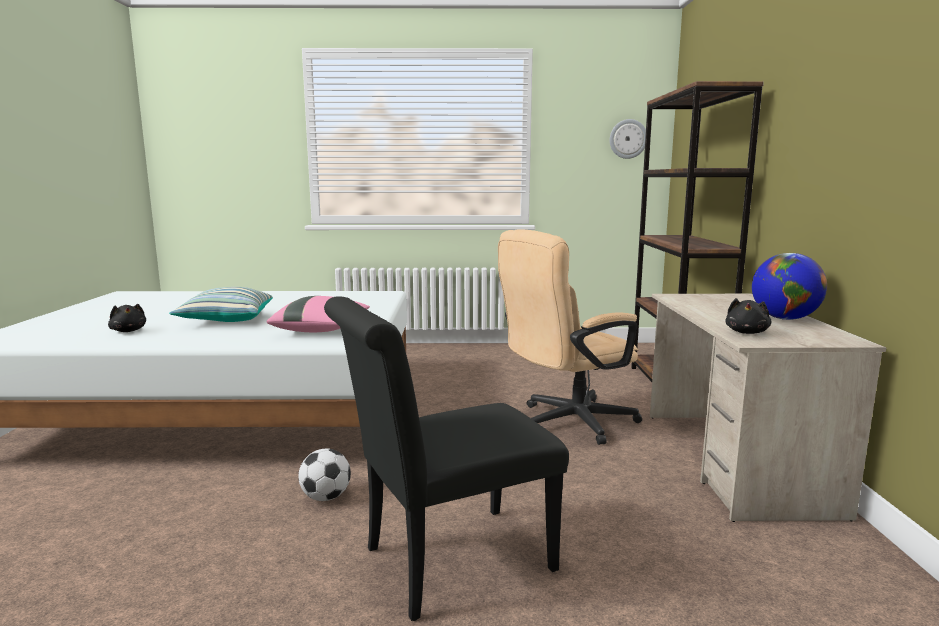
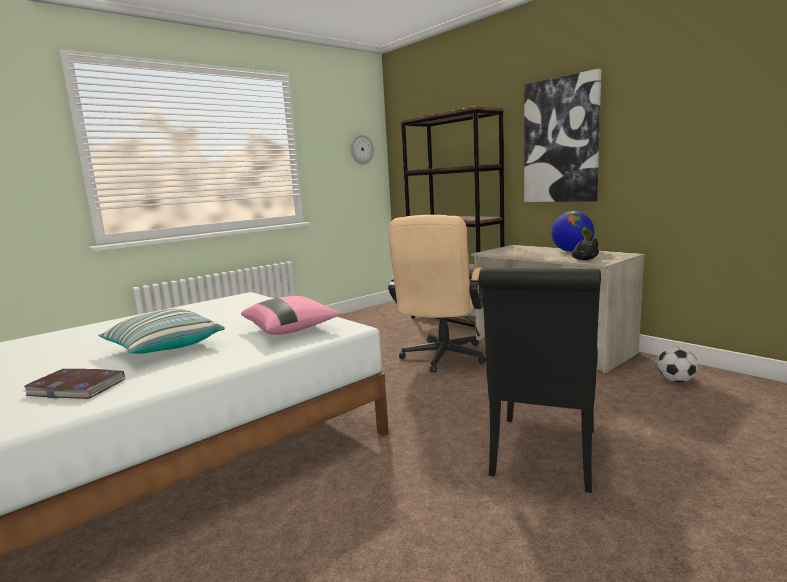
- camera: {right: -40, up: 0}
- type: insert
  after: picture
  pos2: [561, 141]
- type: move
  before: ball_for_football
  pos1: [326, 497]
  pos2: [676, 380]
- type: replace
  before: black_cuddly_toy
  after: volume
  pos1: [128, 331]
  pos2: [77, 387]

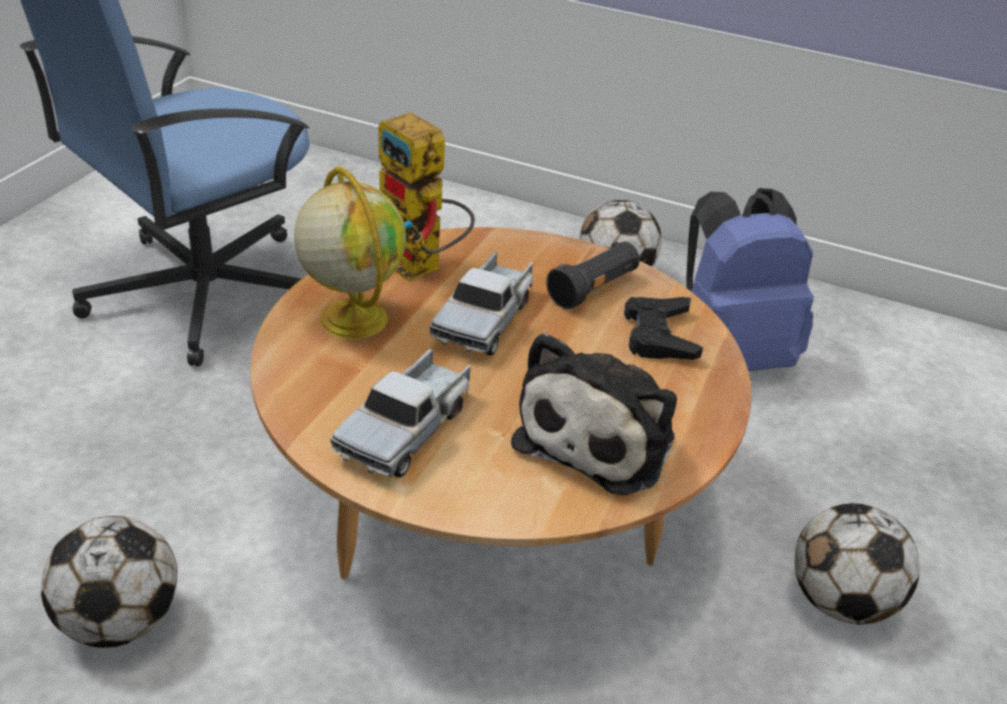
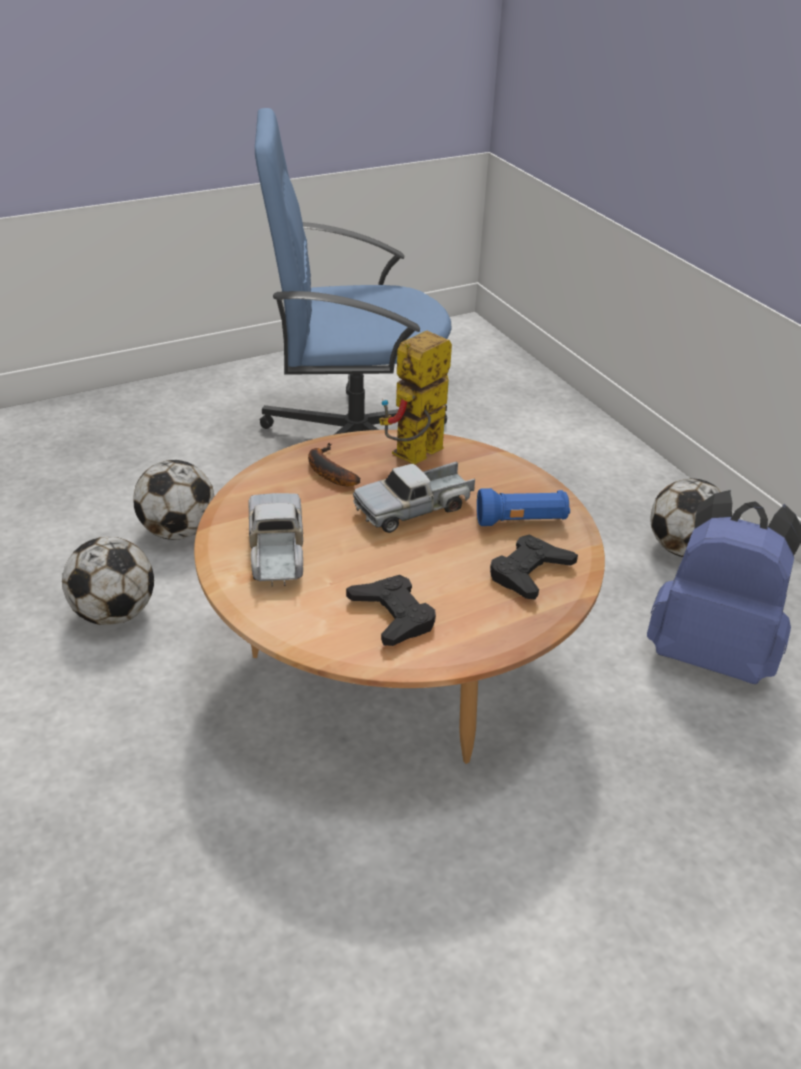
- camera: {right: 40, up: 0}
- type: move
  before: ball_for_football
  pos1: [840, 601]
  pos2: [178, 531]
- type: replace
  before: world_globe
  after: banana
  pos1: [352, 318]
  pos2: [327, 471]
- type: replace
  before: cuddly_toy
  after: black_game_controller
  pos1: [600, 437]
  pos2: [393, 616]
- type: recolor
  before: black_hand_torch
  after: blue-coloured_hand_torch
  pos1: [593, 289]
  pos2: [521, 521]
- type: rotate
  before: model_truck
  pos1: [407, 428]
  pos2: [276, 551]
  turn: 105
- type: rotate
  before: robot_figure
  pos1: [421, 267]
  pos2: [414, 457]
  turn: 45

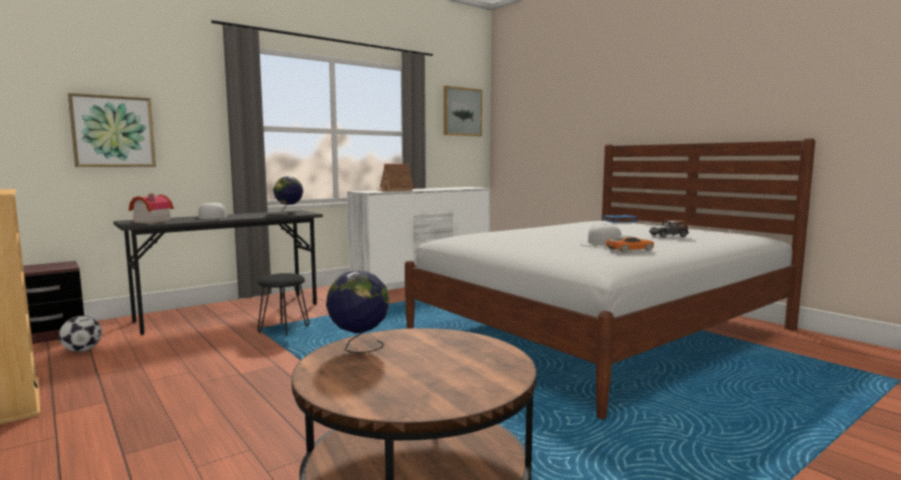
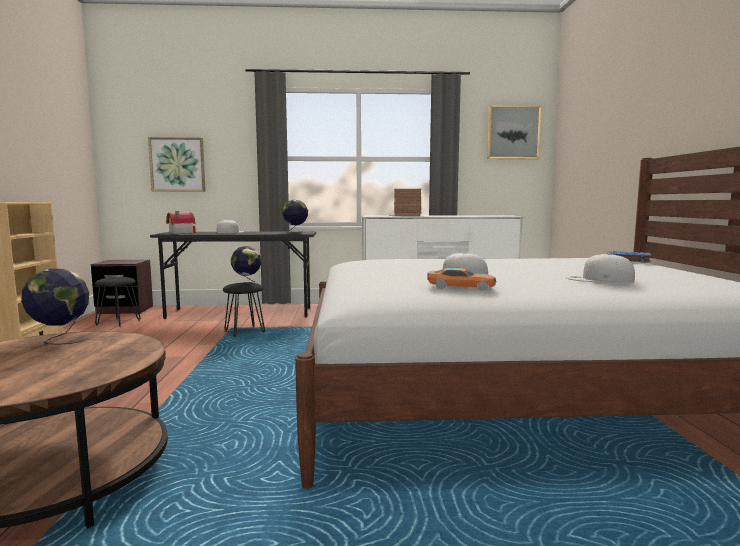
- camera: {right: 35, up: 0}
- type: insert
  after: world_globe
  pos2: [247, 283]
- type: replace
  before: ball_for_football
  after: black_sitting_stool
  pos1: [82, 350]
  pos2: [118, 322]
- type: replace
  before: model_car
  after: whitish_cap
  pos1: [668, 236]
  pos2: [598, 279]

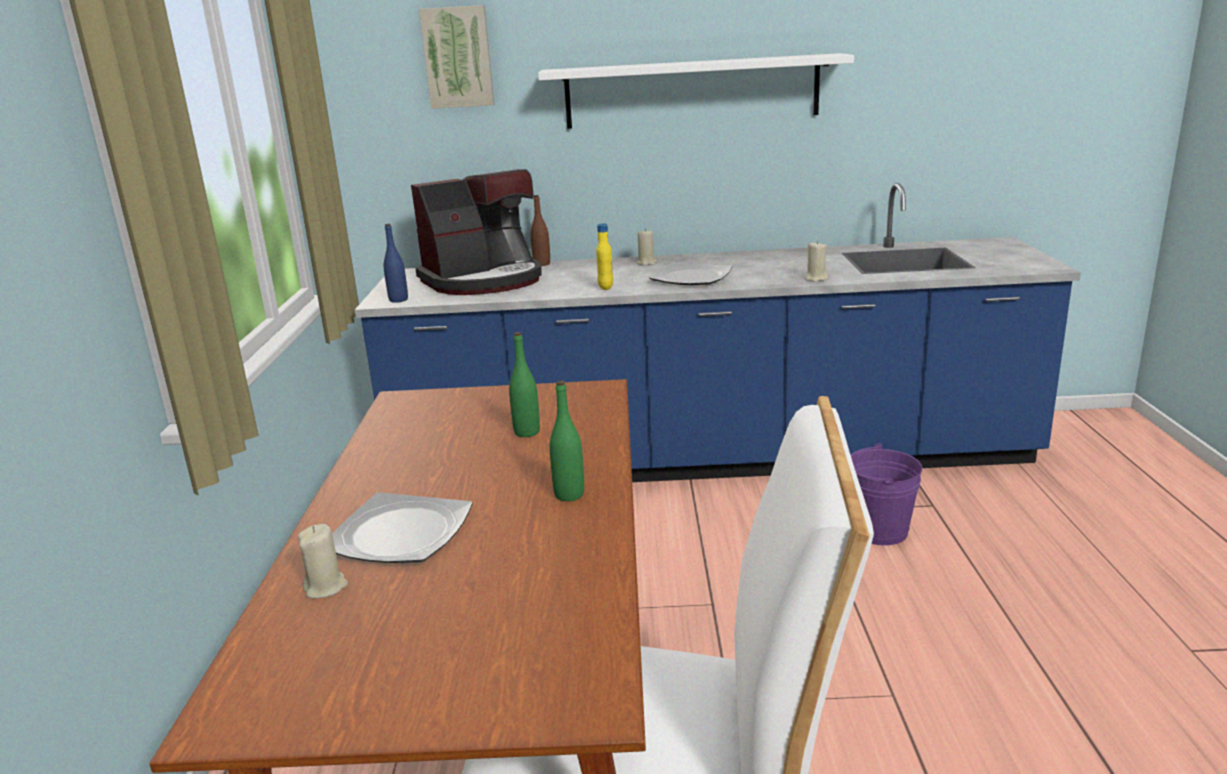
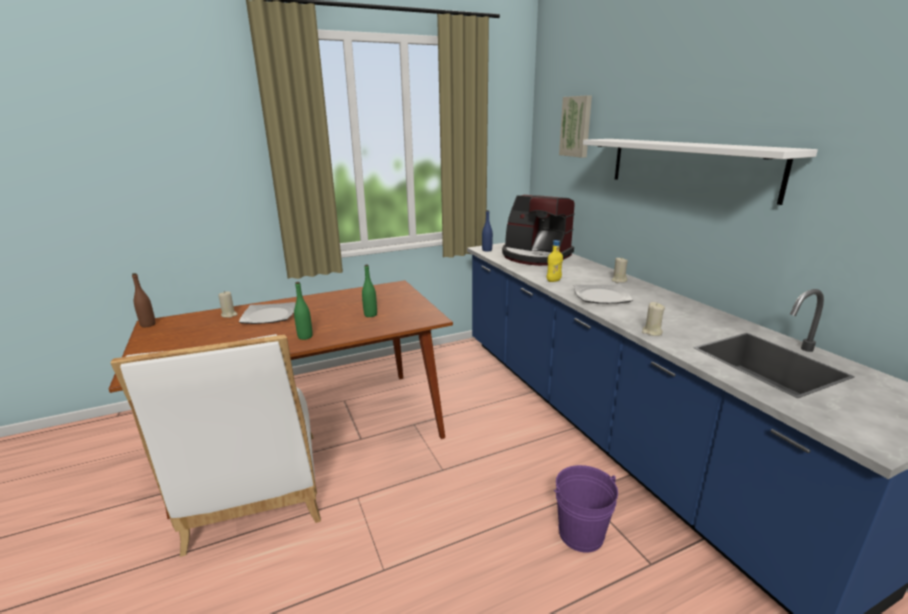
- camera: {right: 65, up: 0}
- type: move
  before: brownish_bottle
  pos1: [542, 264]
  pos2: [148, 325]

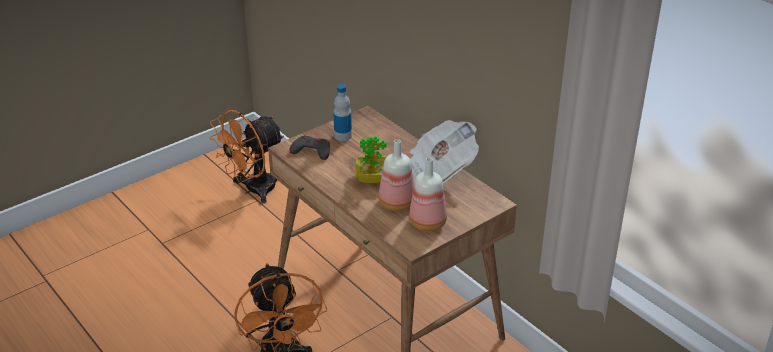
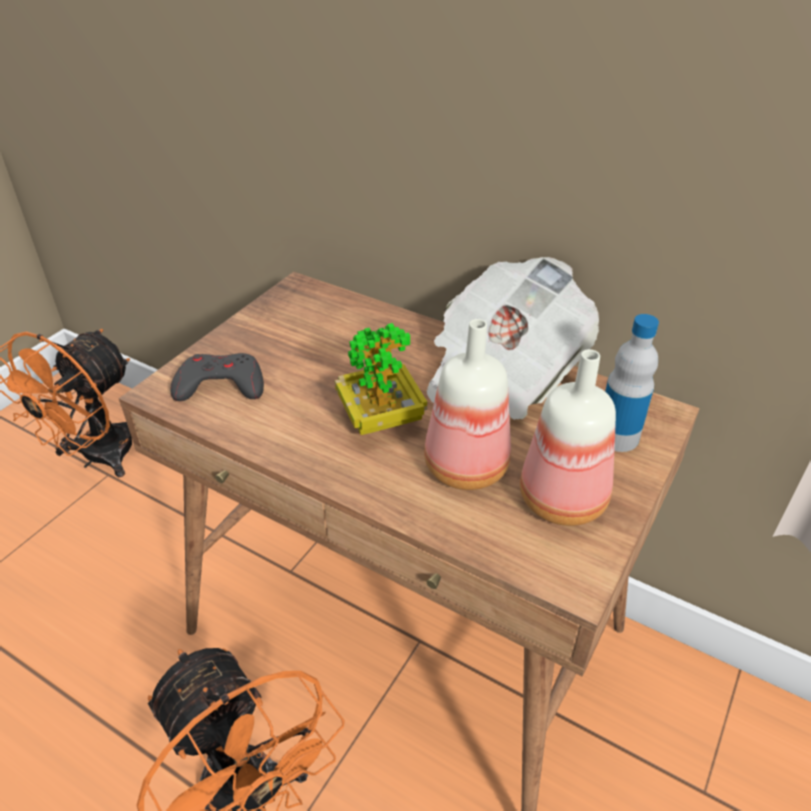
- camera: {right: -20, up: 5}
- type: move
  before: bottle
  pos1: [343, 136]
  pos2: [617, 437]

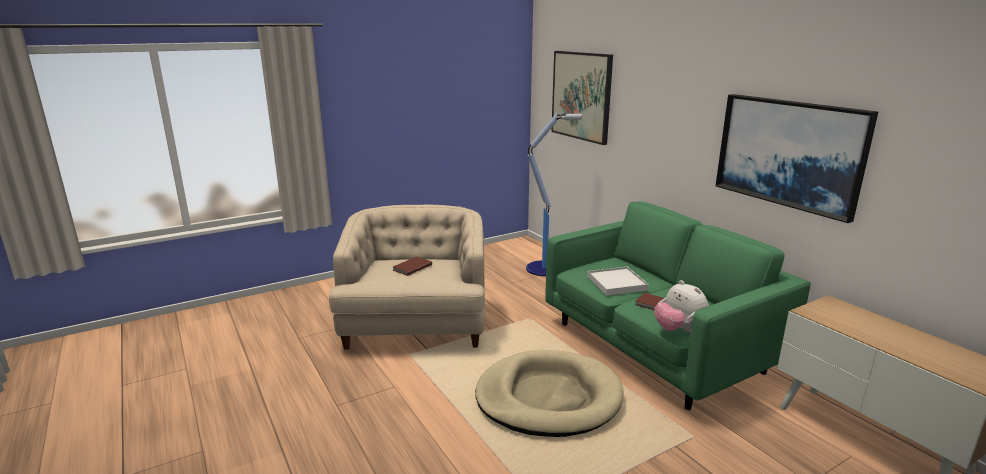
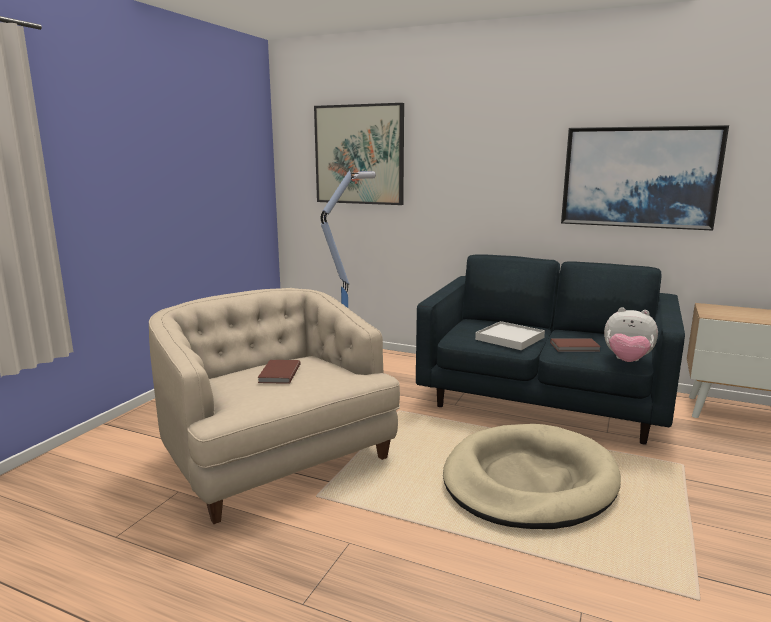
- camera: {right: -35, up: -5}
- type: recolor
  before: green-coloured_sofa
  after: blue-coloured_sofa
  pos1: [655, 346]
  pos2: [543, 400]

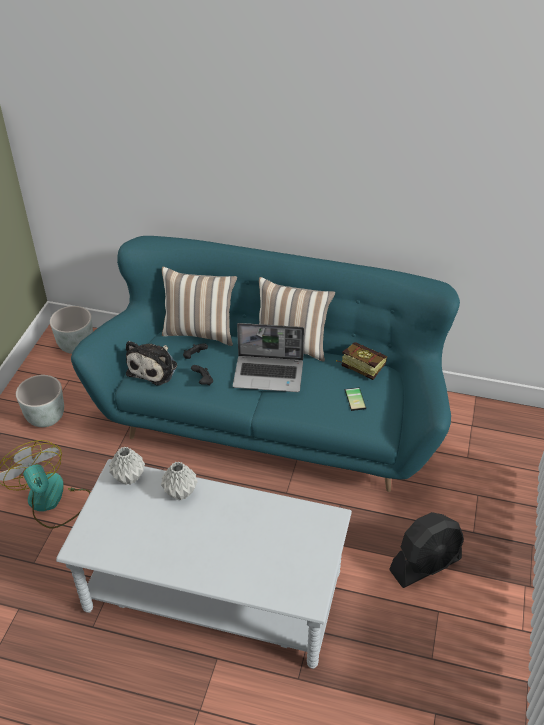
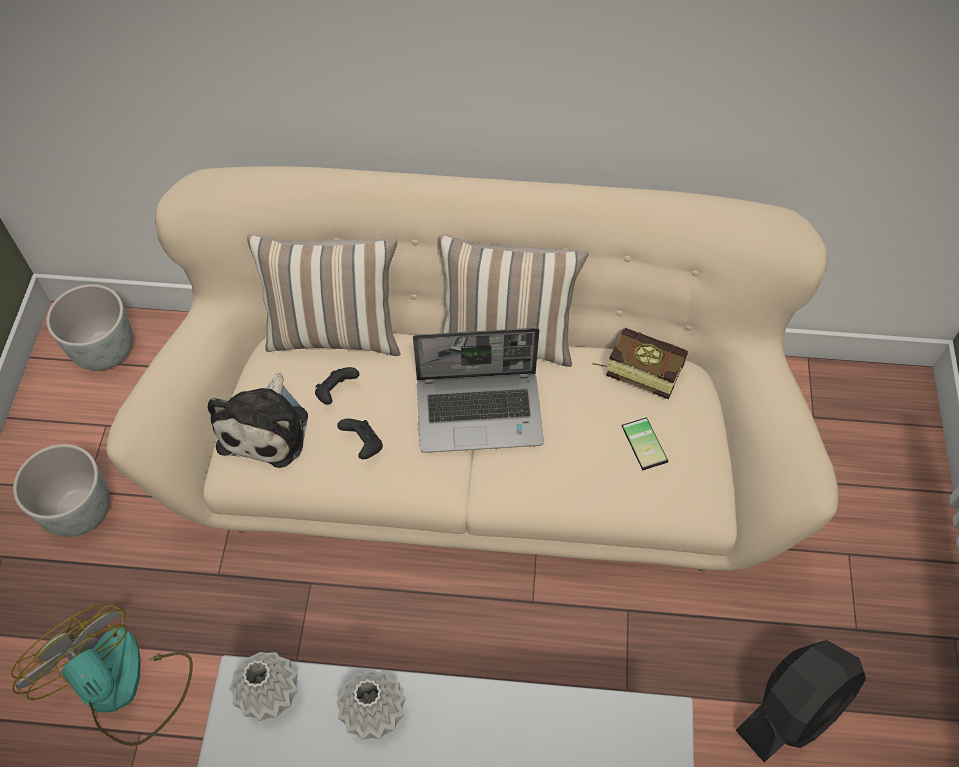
- camera: {right: -10, up: 15}
- type: recolor
  before: turquoise-coloured_sofa
  after: beige_sofa
  pos1: [272, 419]
  pos2: [479, 454]

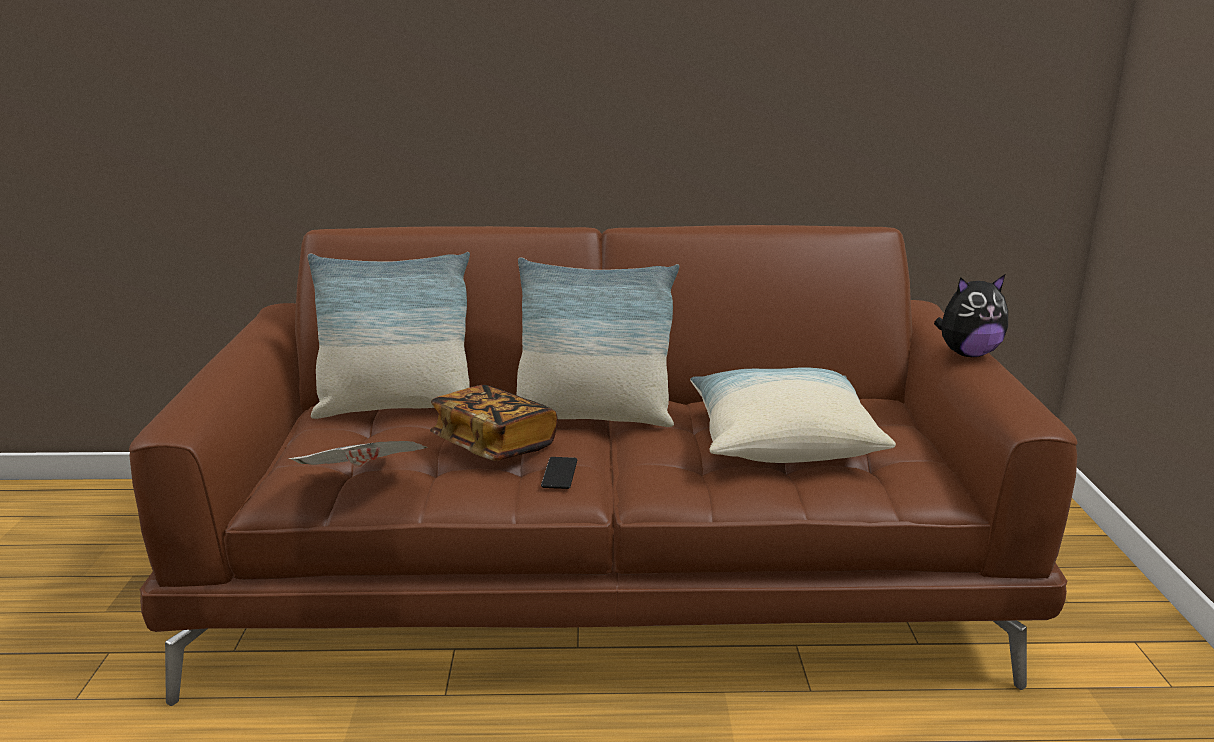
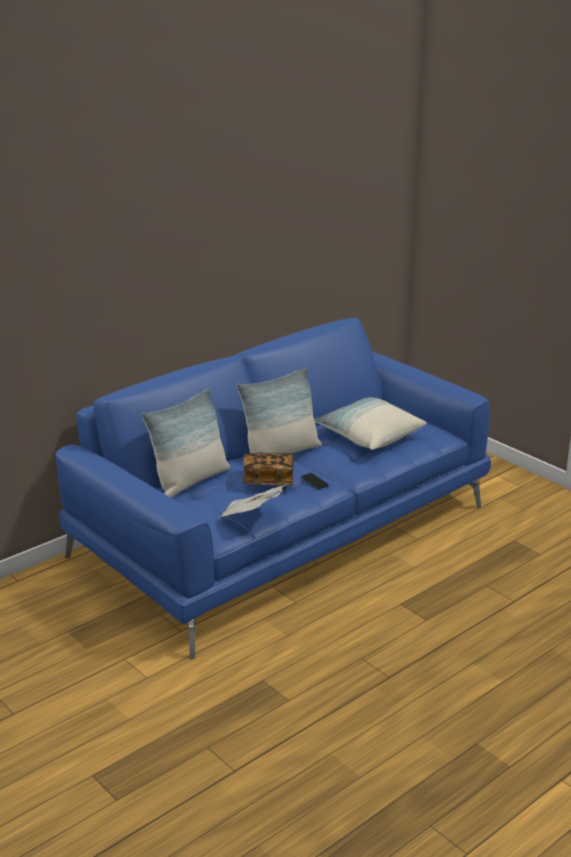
- camera: {right: -40, up: 5}
- type: delete
  before: cuddly_toy
  pos1: [967, 354]
- type: recolor
  before: brownish_sofa
  after: blue-coloured_sofa
  pos1: [606, 570]
  pos2: [285, 530]

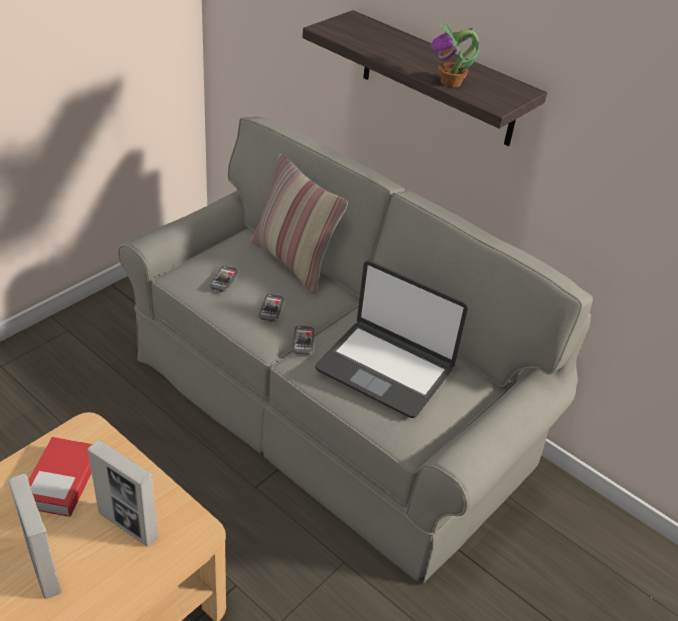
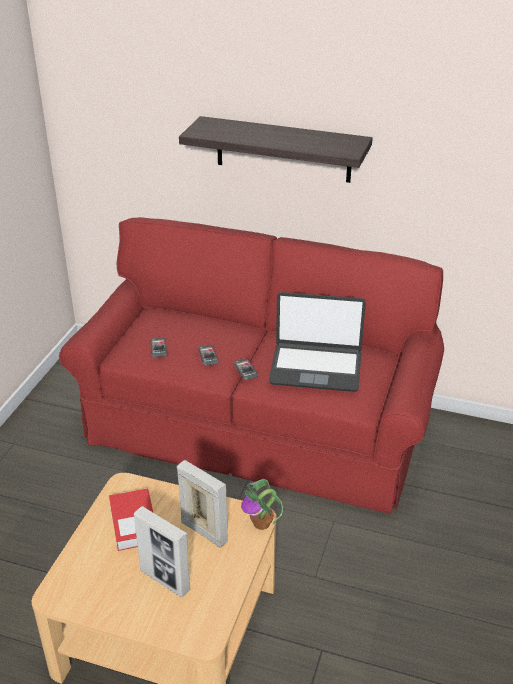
- camera: {right: -20, up: -5}
- type: delete
  before: cushion
  pos1: [293, 262]
- type: move
  before: houseplant
  pos1: [451, 83]
  pos2: [262, 523]
- type: recolor
  before: gray_sofa
  after: red_sofa
  pos1: [329, 407]
  pos2: [256, 426]
- type: rotate
  before: standing_frame
  pos1: [128, 525]
  pos2: [204, 532]
  turn: -150

